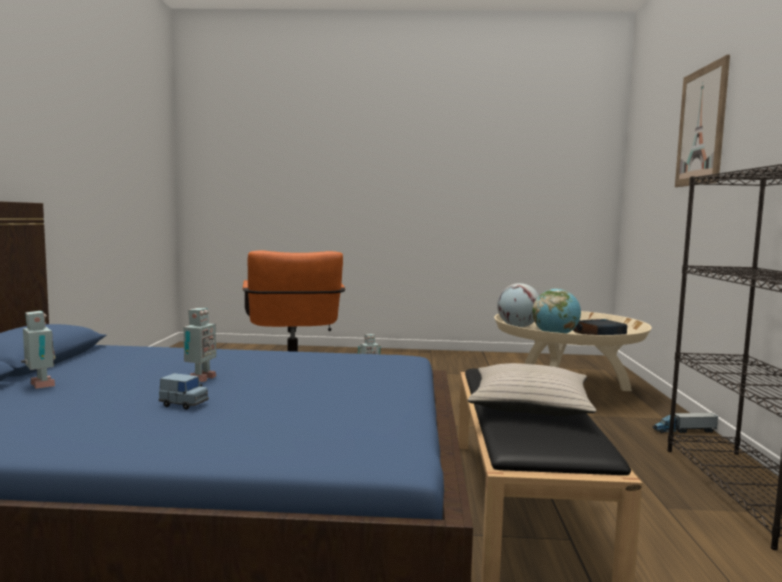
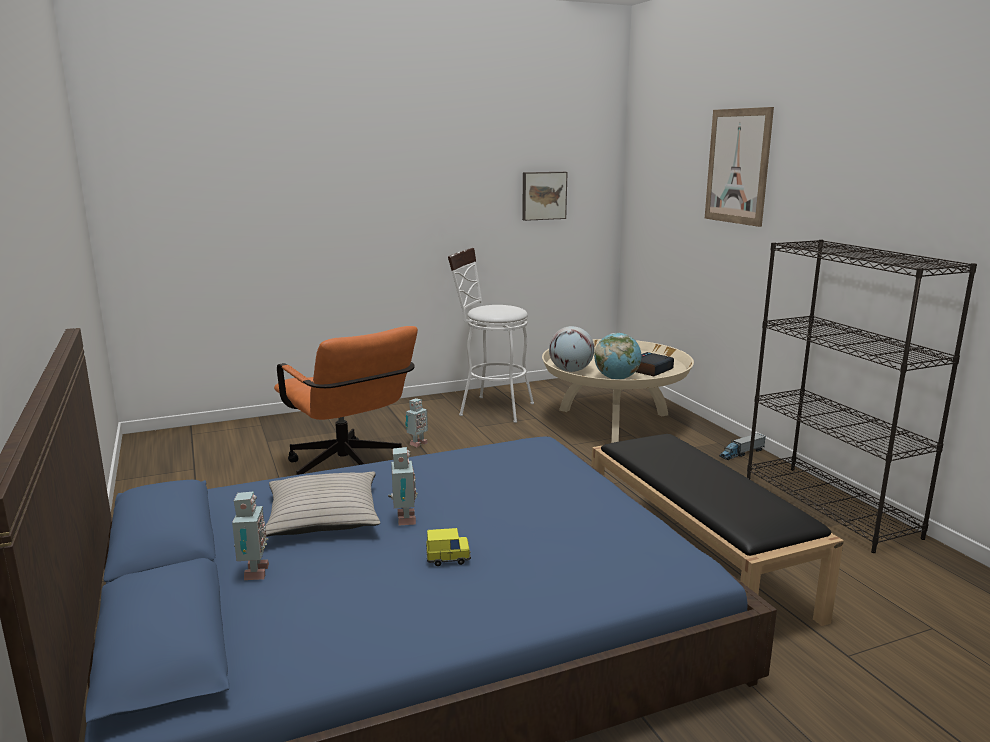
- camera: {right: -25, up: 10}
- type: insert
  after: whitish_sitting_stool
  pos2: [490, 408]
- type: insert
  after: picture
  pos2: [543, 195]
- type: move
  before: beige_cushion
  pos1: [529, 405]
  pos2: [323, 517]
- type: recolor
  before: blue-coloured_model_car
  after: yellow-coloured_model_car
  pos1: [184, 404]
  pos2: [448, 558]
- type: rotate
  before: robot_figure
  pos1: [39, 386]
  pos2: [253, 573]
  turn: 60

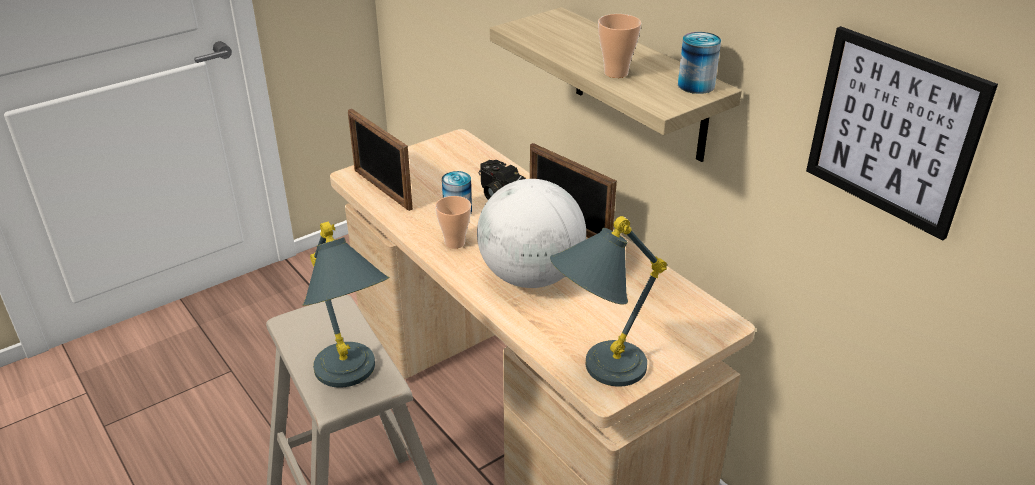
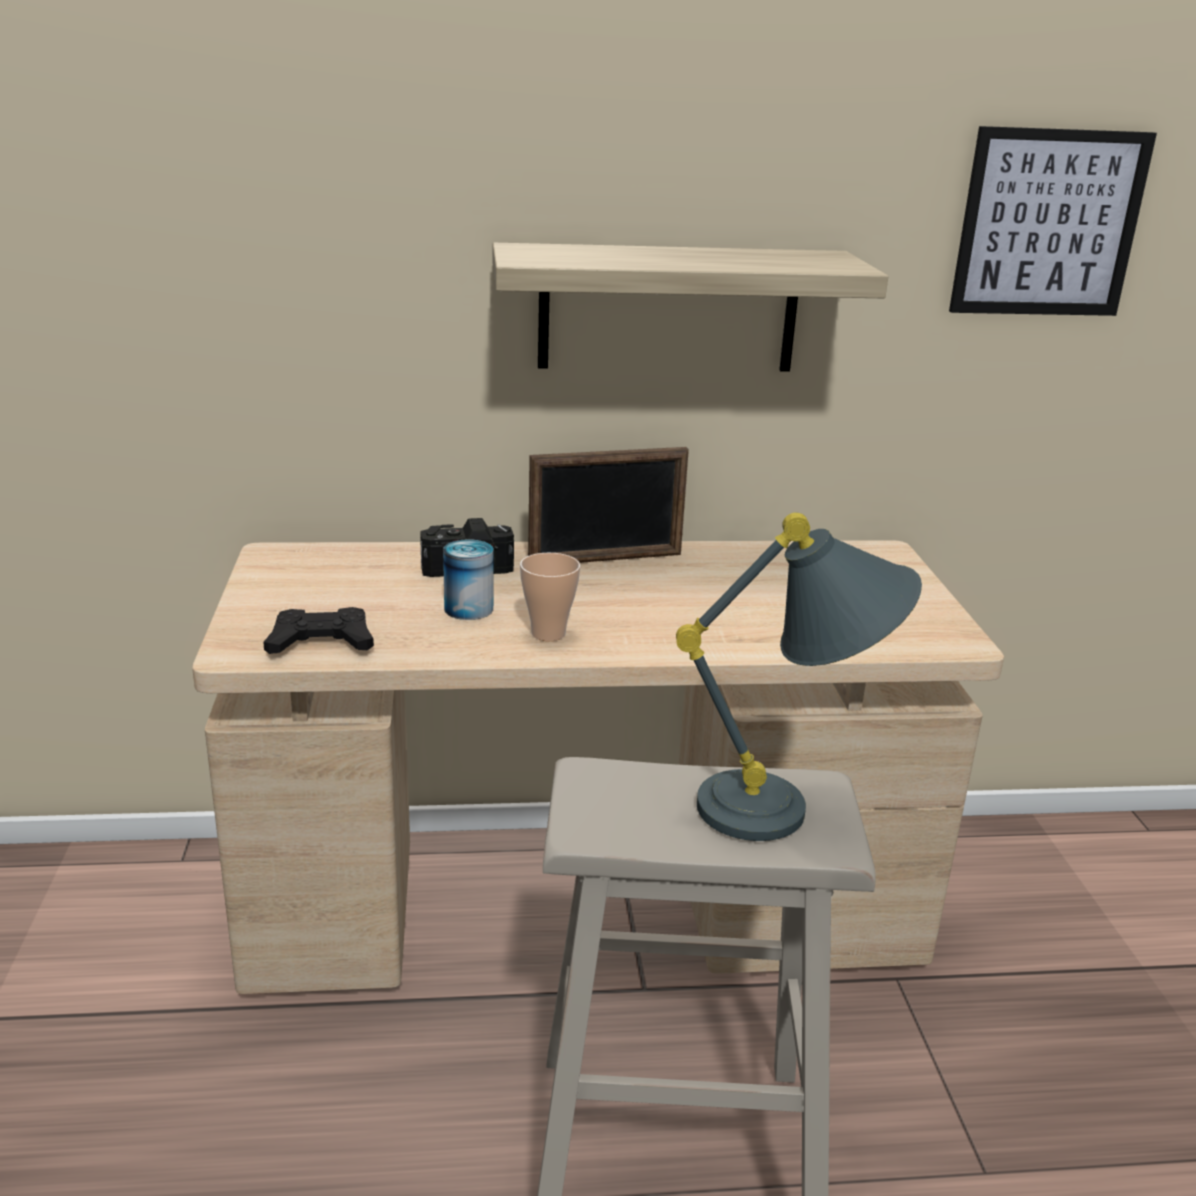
- camera: {right: -60, up: -10}
- type: delete
  before: world_globe
  pos1: [531, 276]
- type: delete
  before: gray_tabletop_lamp
  pos1: [596, 373]
- type: delete
  before: cup
  pos1: [616, 73]
- type: delete
  before: sealed_can
  pos1: [696, 85]
- type: replace
  before: standing_frame
  after: black_game_controller
  pos1: [382, 189]
  pos2: [321, 642]

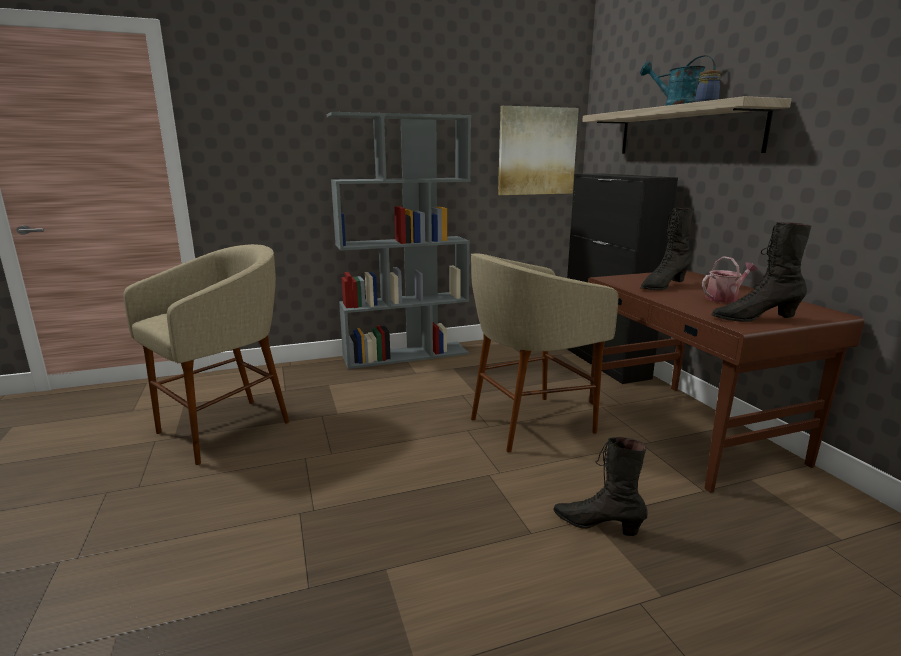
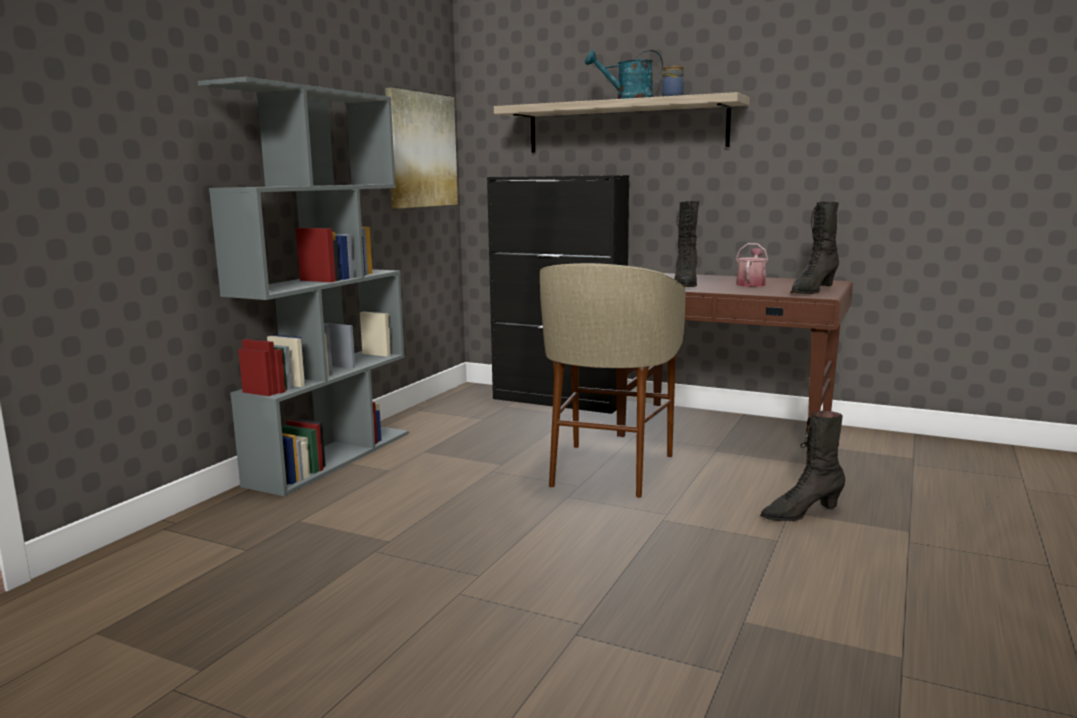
- camera: {right: -45, up: -5}
- type: delete
  before: beige_sitting_stool
  pos1: [226, 428]

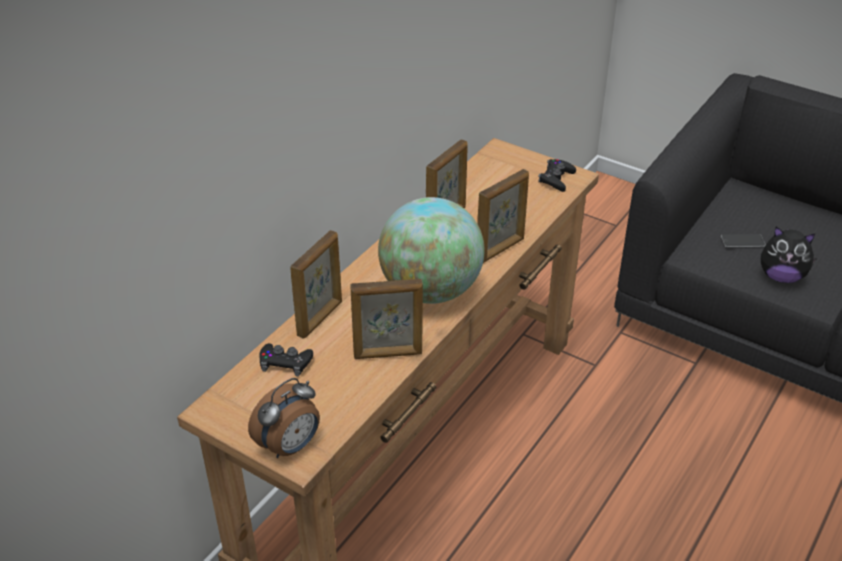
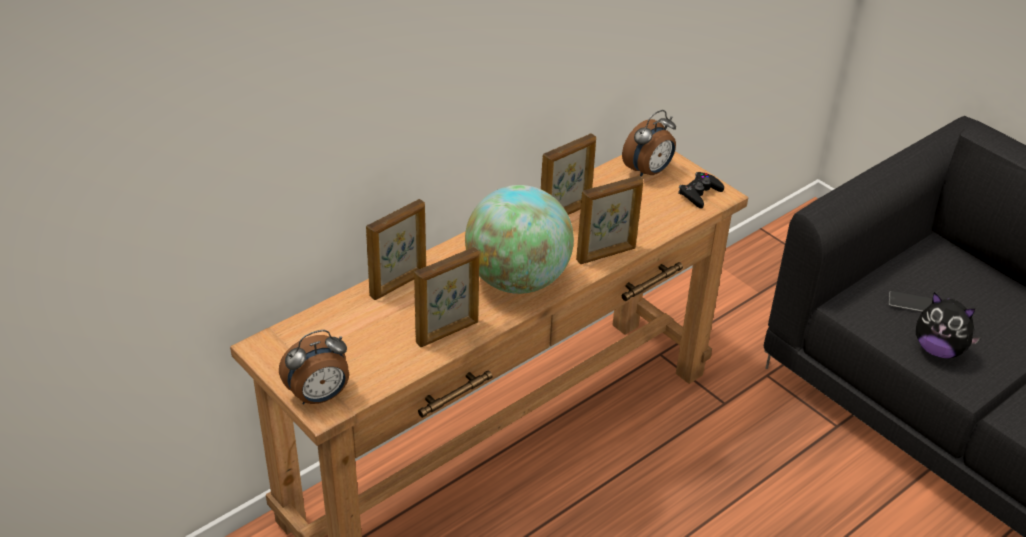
- camera: {right: 15, up: 0}
- type: delete
  before: black_game_controller
  pos1: [285, 363]
- type: insert
  after: bedside_clock
  pos2: [648, 172]
- type: rotate
  before: standing_frame
  pos1: [388, 354]
  pos2: [448, 332]
  turn: -45

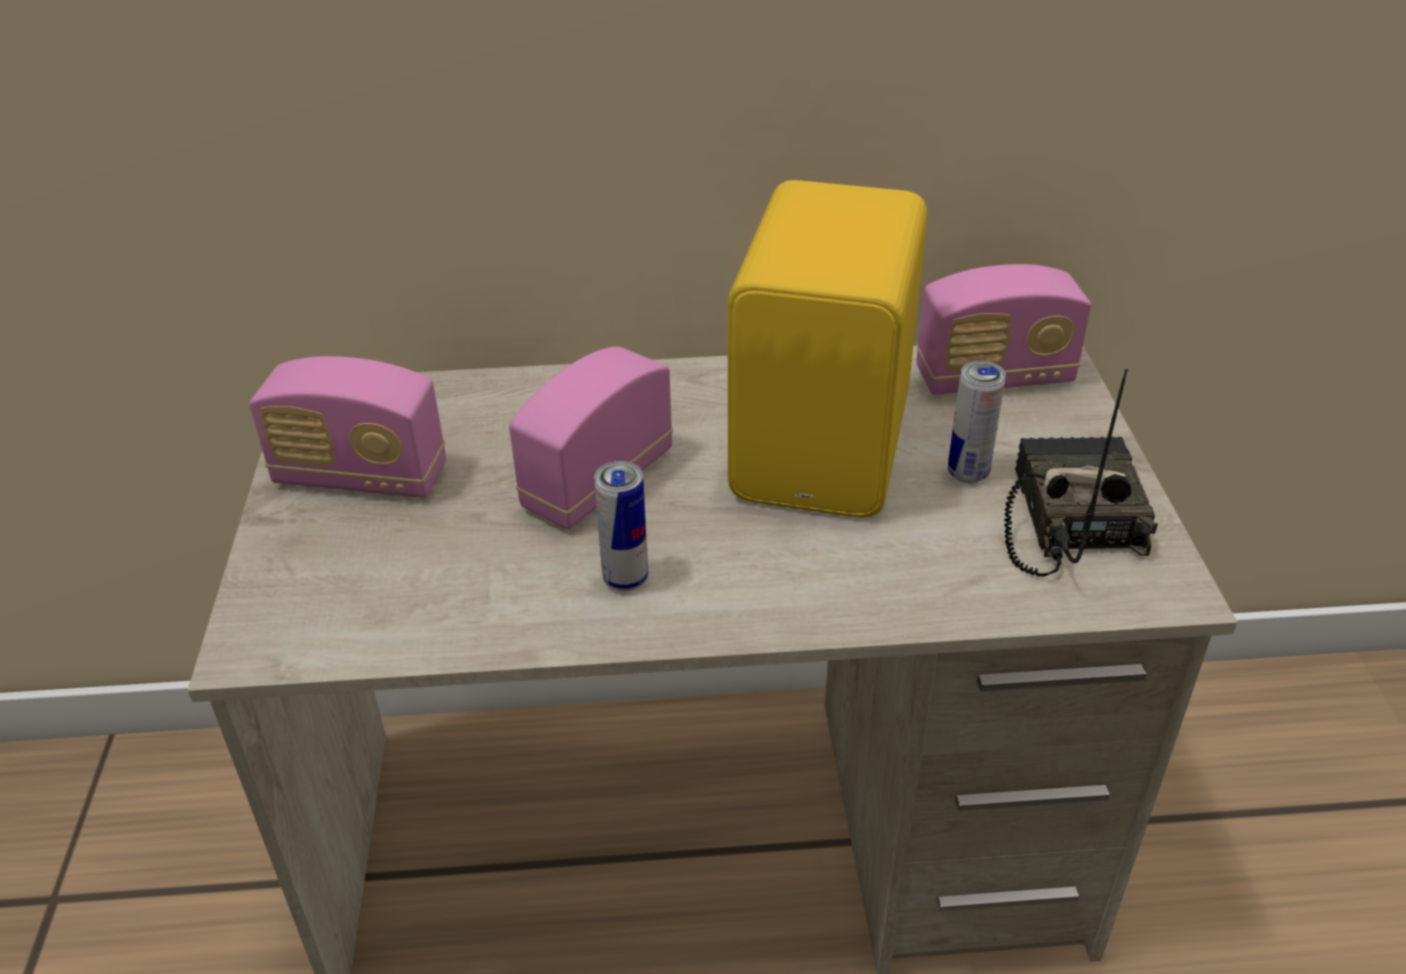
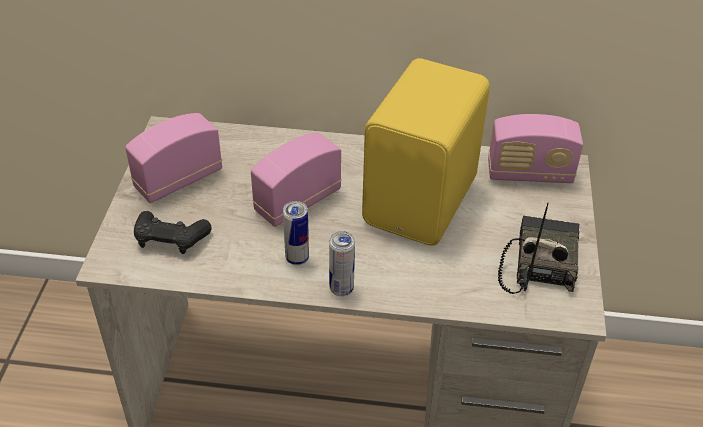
- camera: {right: 10, up: 5}
- type: insert
  after: black_game_controller
  pos2: [171, 239]
- type: move
  before: sealed_can
  pos1: [968, 473]
  pos2: [341, 289]
- type: rotate
  before: radio
  pos1: [361, 477]
  pos2: [178, 179]
  turn: 120

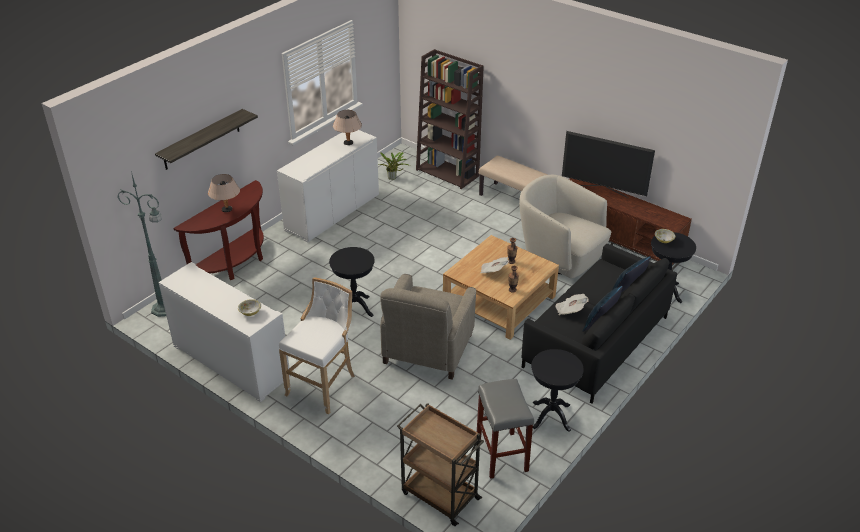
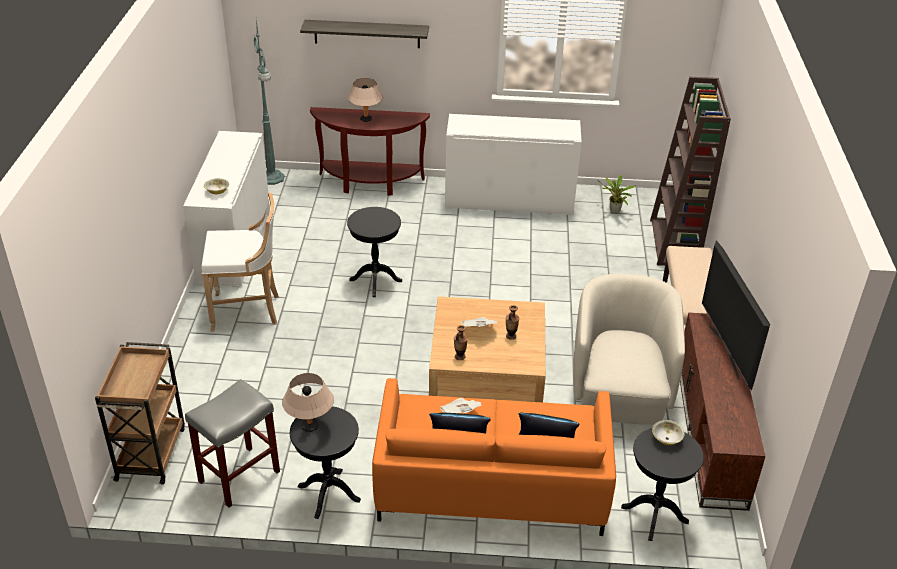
- camera: {right: 55, up: 0}
- type: delete
  before: beige_easy_chair
  pos1: [427, 349]
- type: move
  before: beige_tabletop_lamp
  pos1: [348, 143]
  pos2: [309, 426]
- type: recolor
  before: black_sofa
  after: orange-coloured_sofa
  pos1: [595, 341]
  pos2: [491, 483]

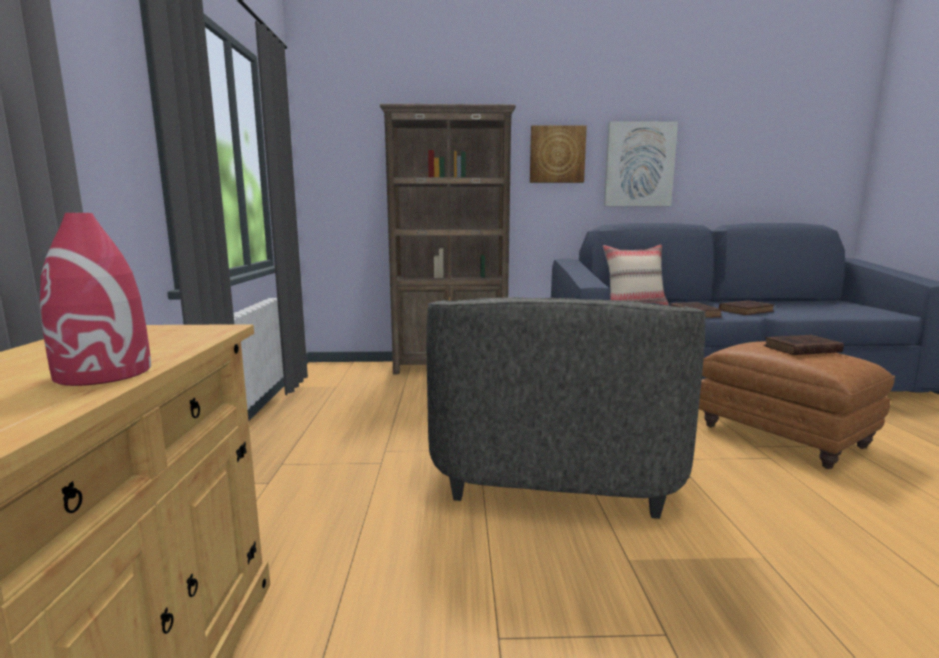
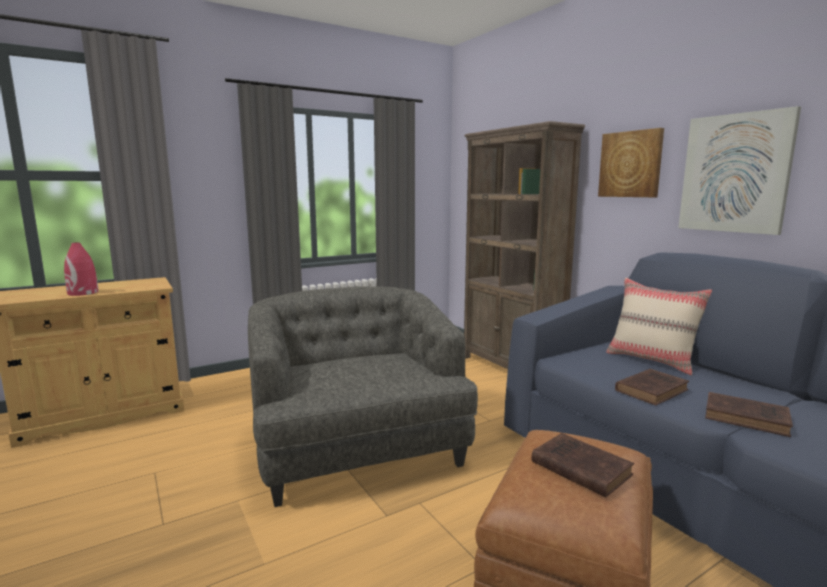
- camera: {right: 60, up: 0}
- type: rotate
  before: gray_easy_chair
  pos1: [554, 465]
  pos2: [357, 449]
  turn: 90

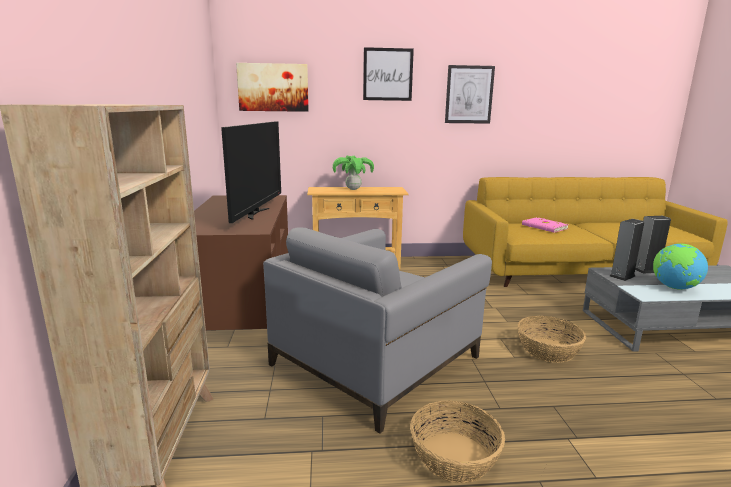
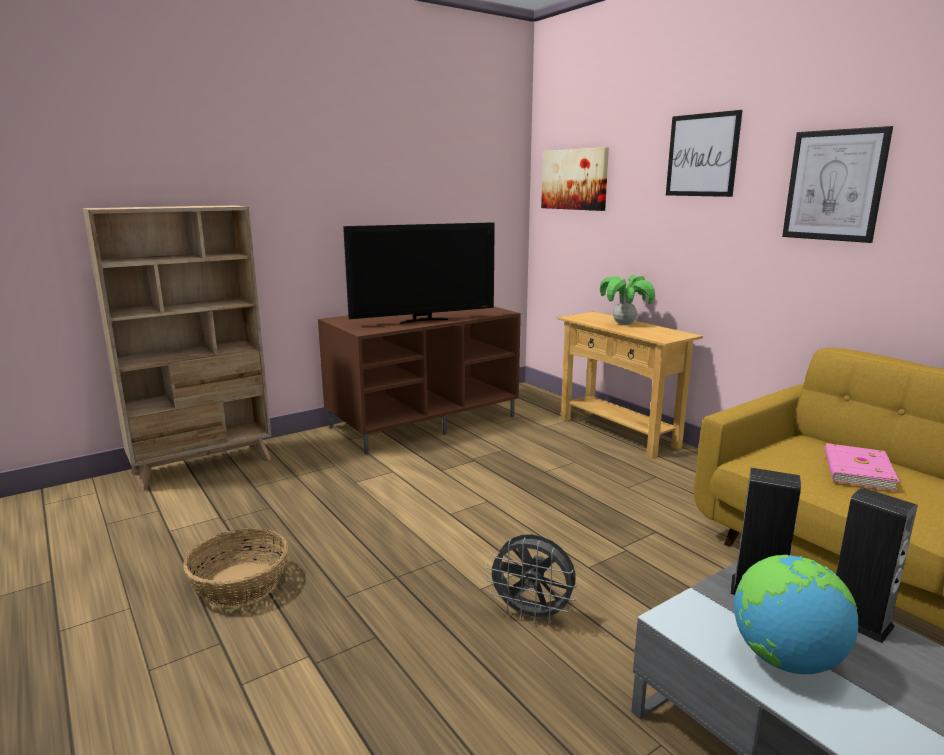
- camera: {right: 60, up: 0}
- type: delete
  before: gray_easy_chair
  pos1: [376, 360]
- type: replace
  before: basket
  after: gray_electric_fan
  pos1: [547, 350]
  pos2: [532, 614]

